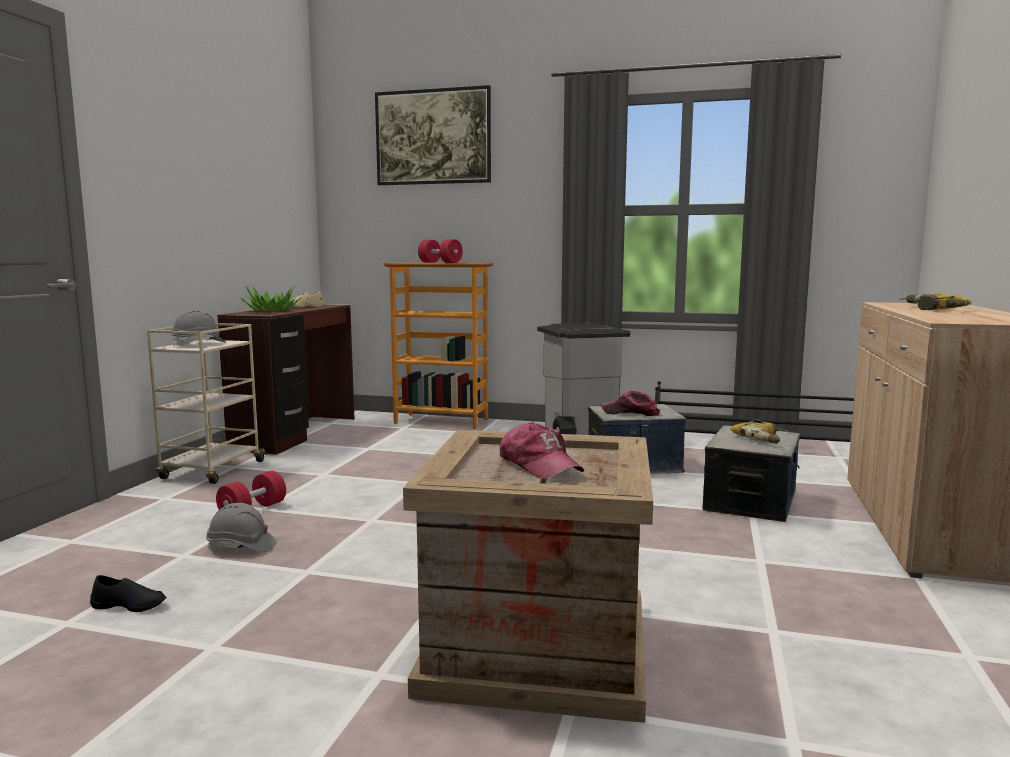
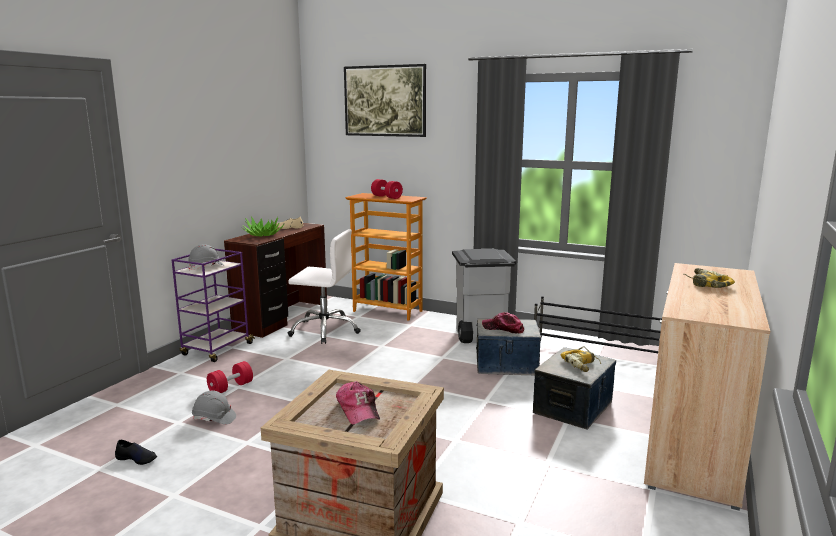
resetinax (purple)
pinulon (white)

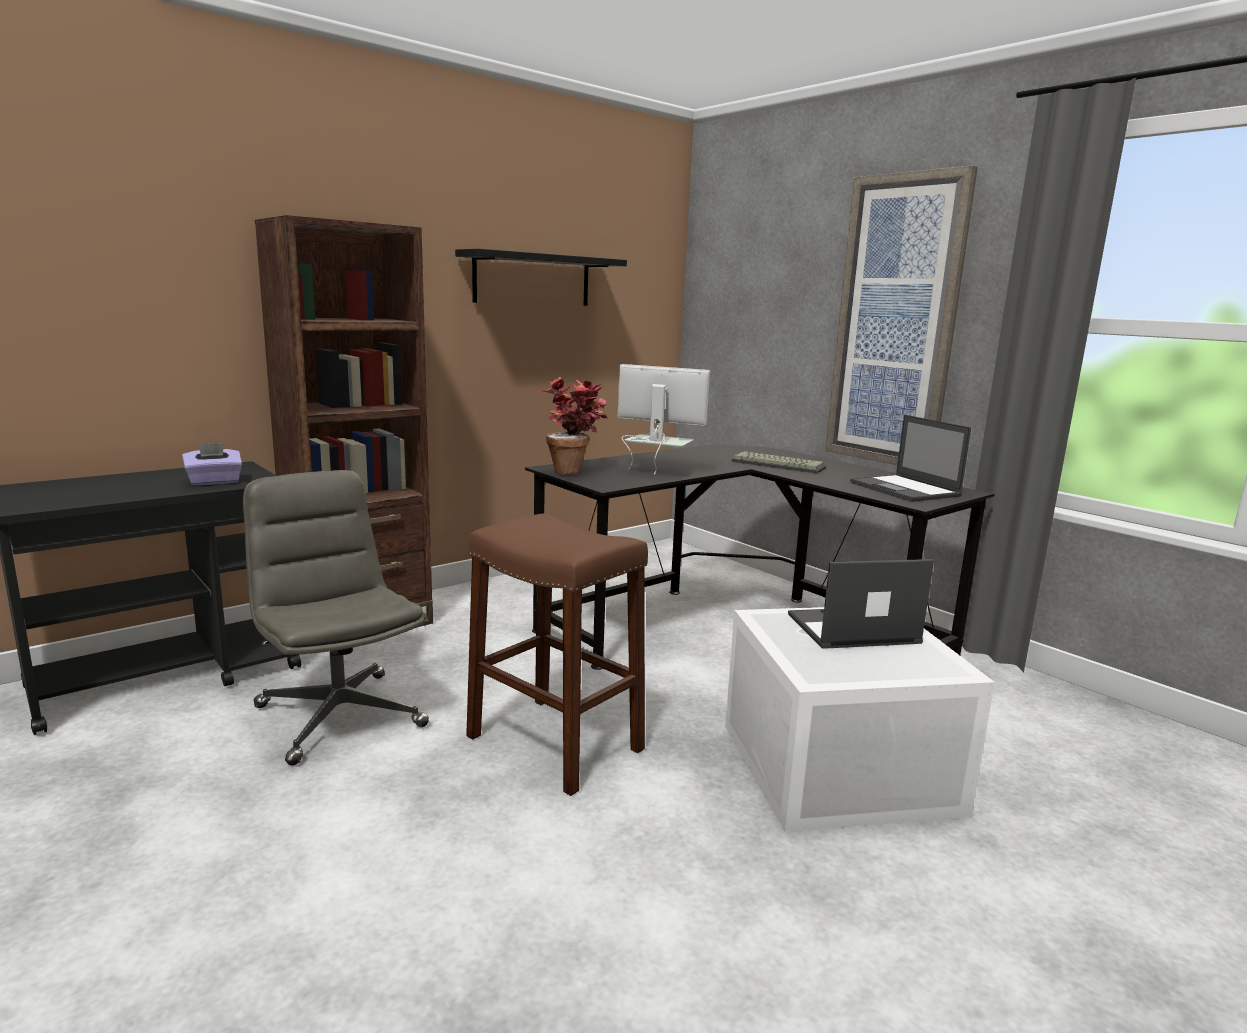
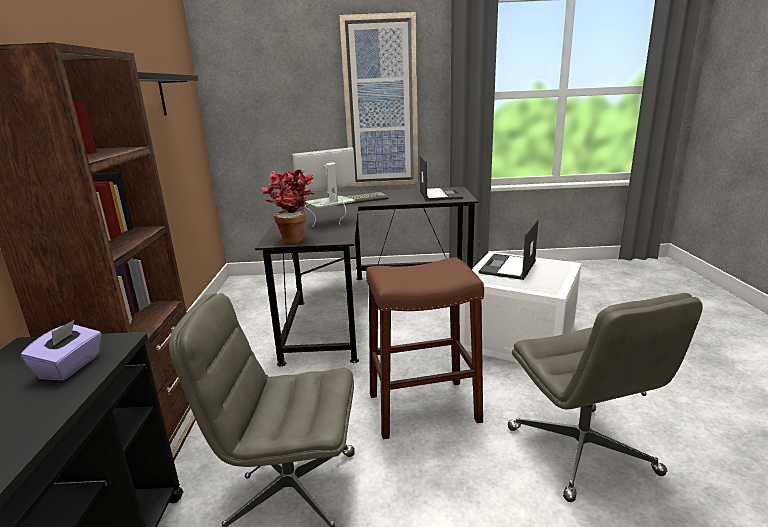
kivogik (1st from left)
pinulon (grey) (2nd from left)

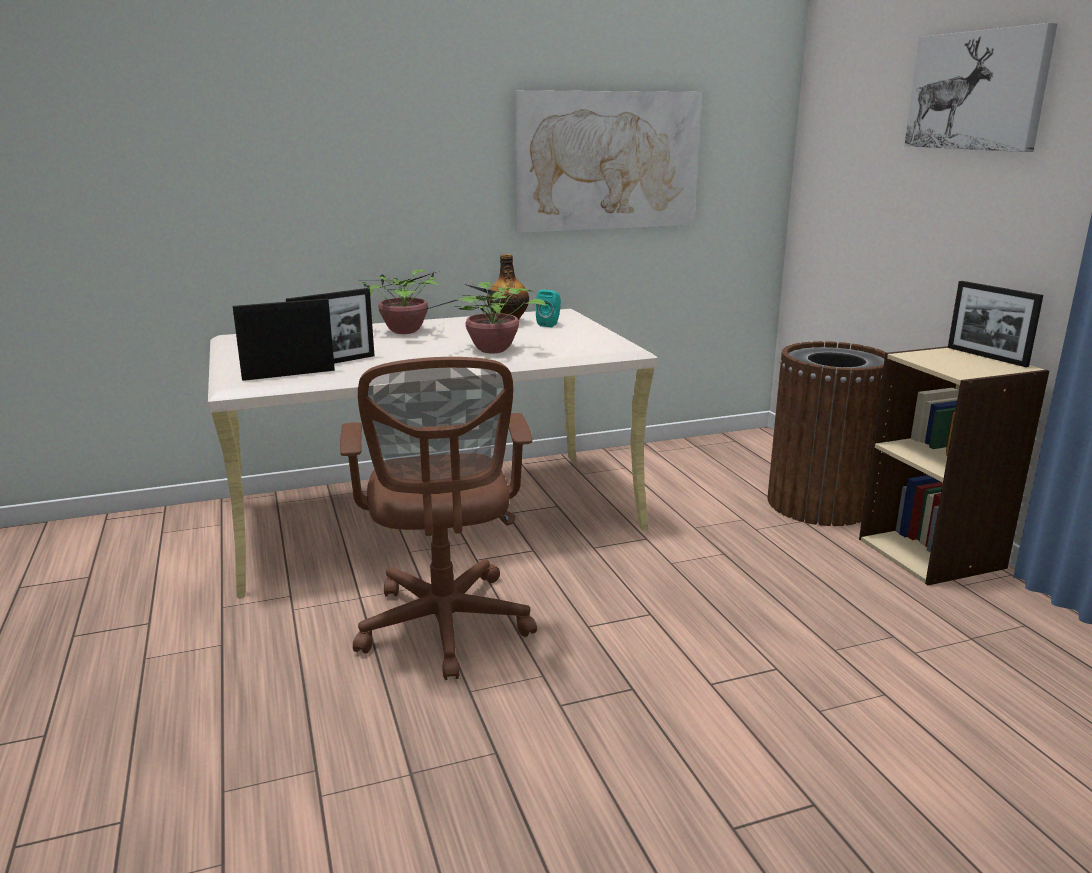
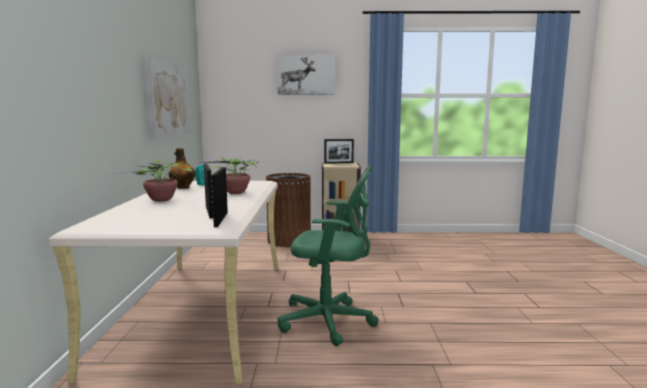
pinulon (green)

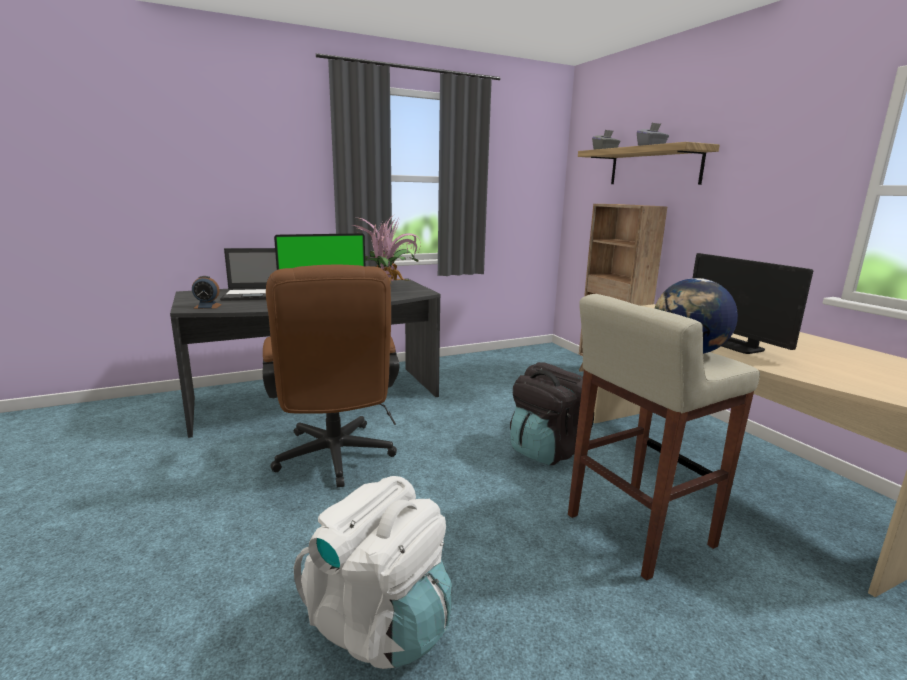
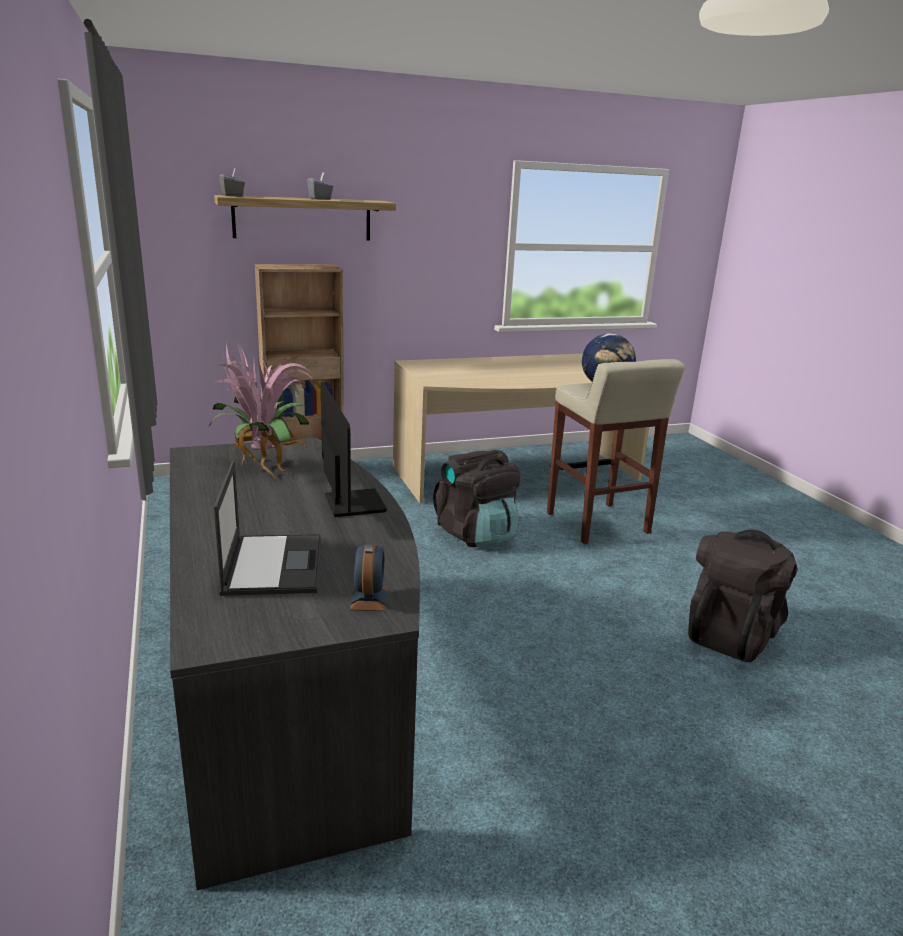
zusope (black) (2nd from left)
pinulon (brown)
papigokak (2nd from left in the first image)

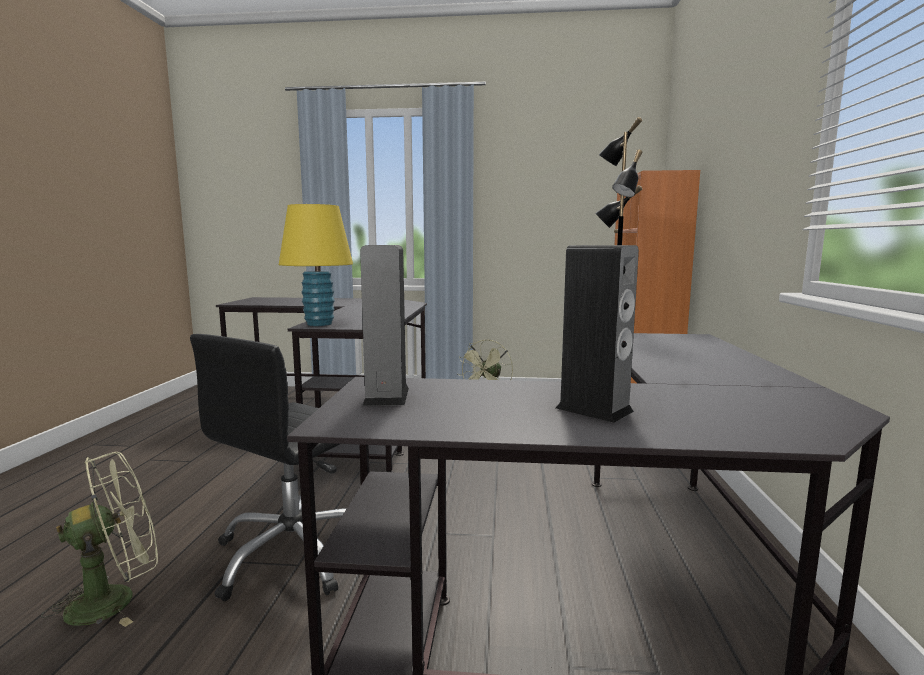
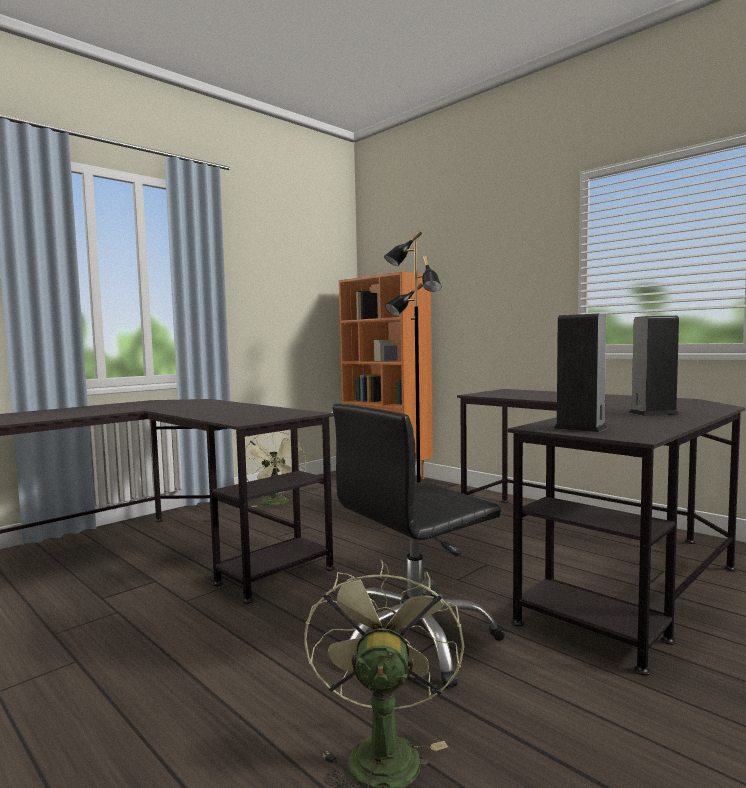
pinulon (black)
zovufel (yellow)

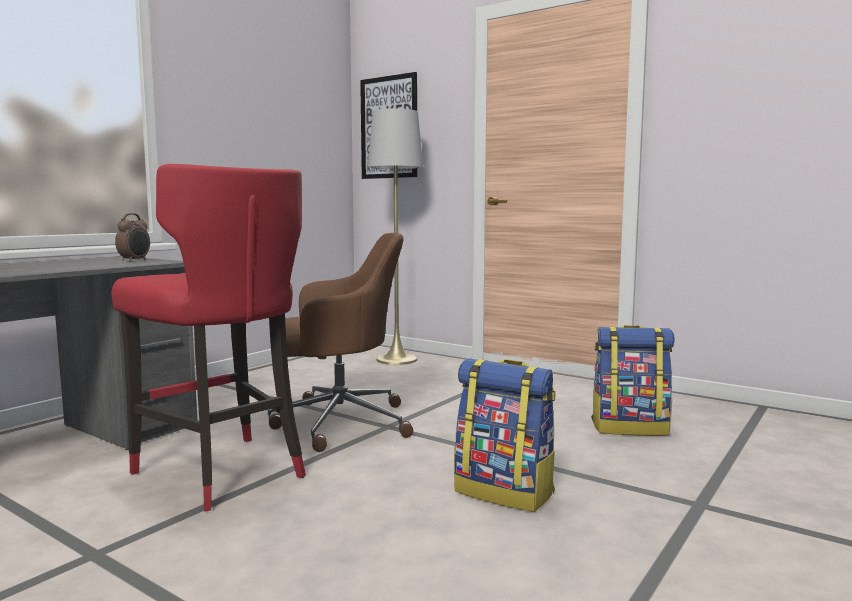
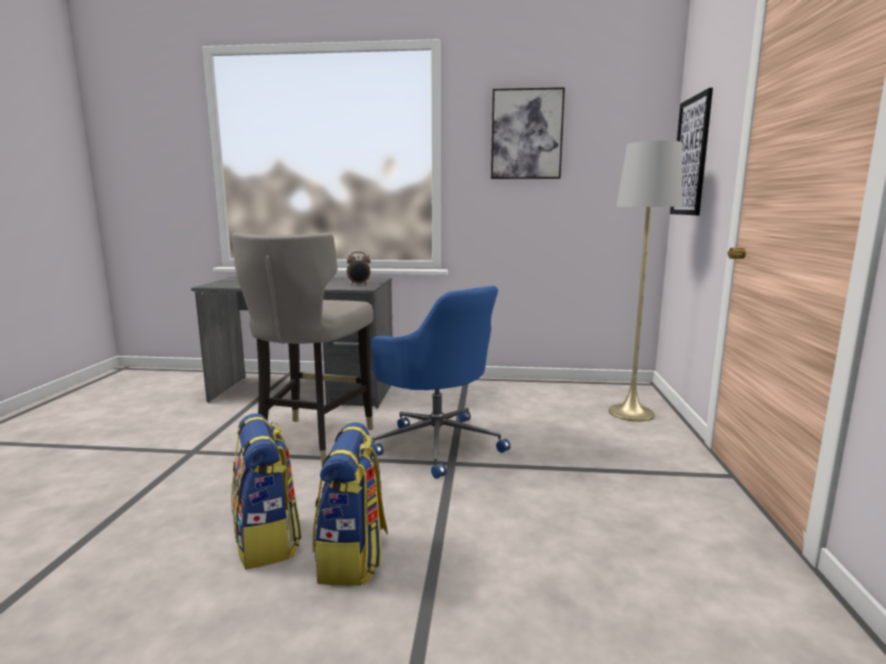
zusope (1st from left)
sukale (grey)
pinulon (blue)
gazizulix (1st from left)

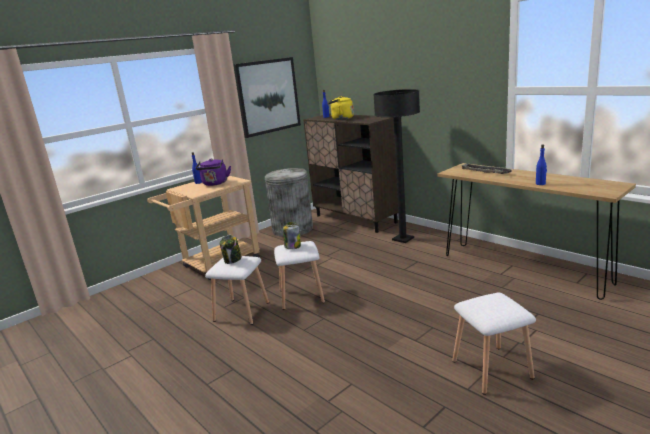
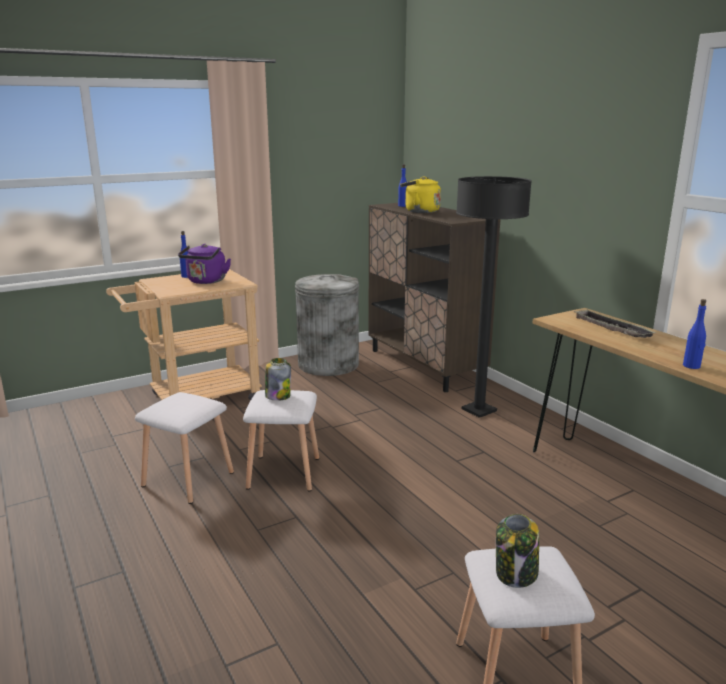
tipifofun (2nd from left)
gazizulix

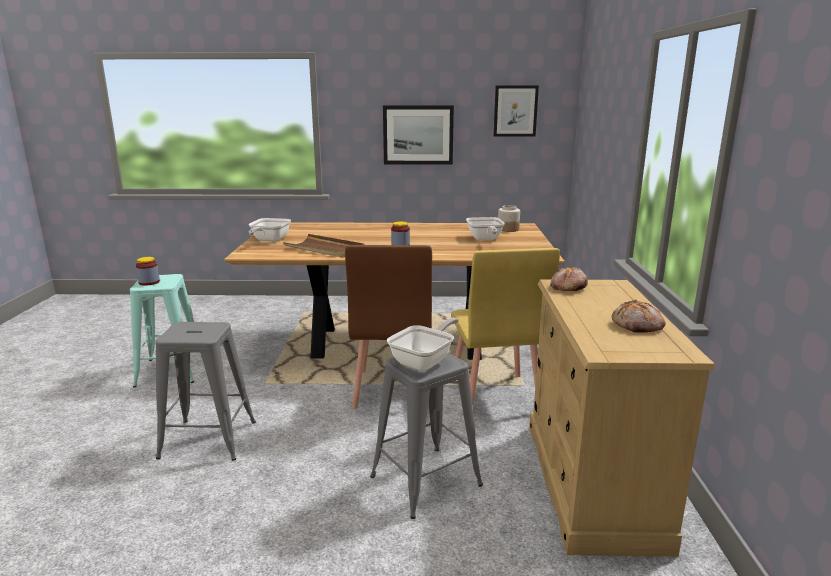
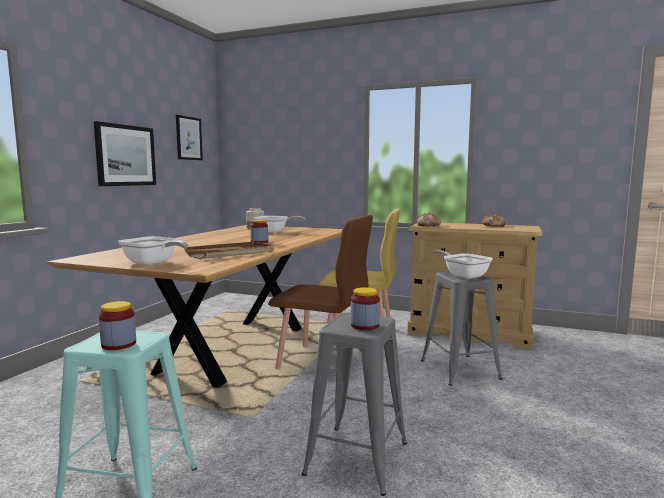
tipifofun (4th from left)

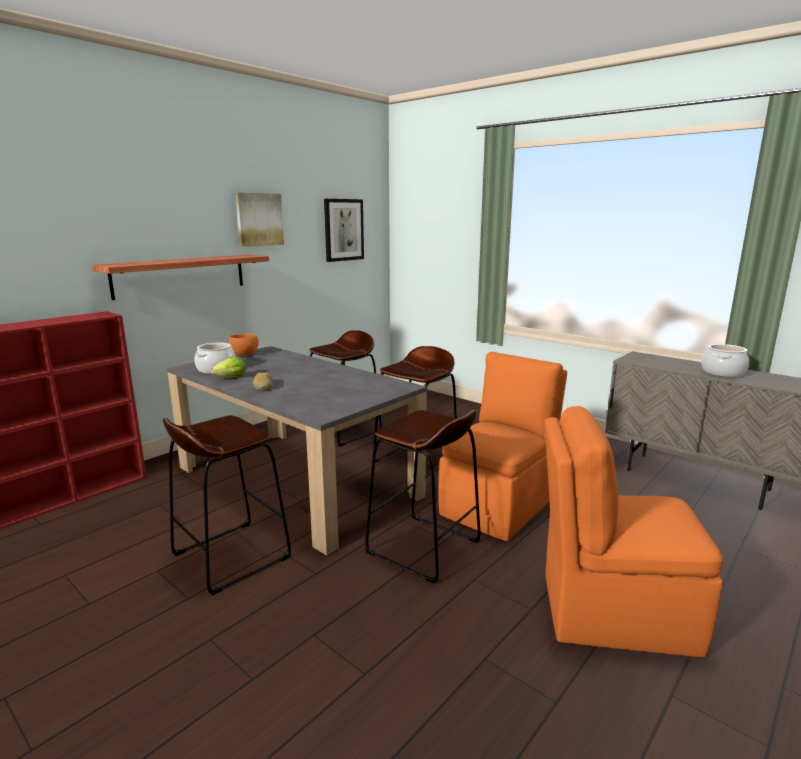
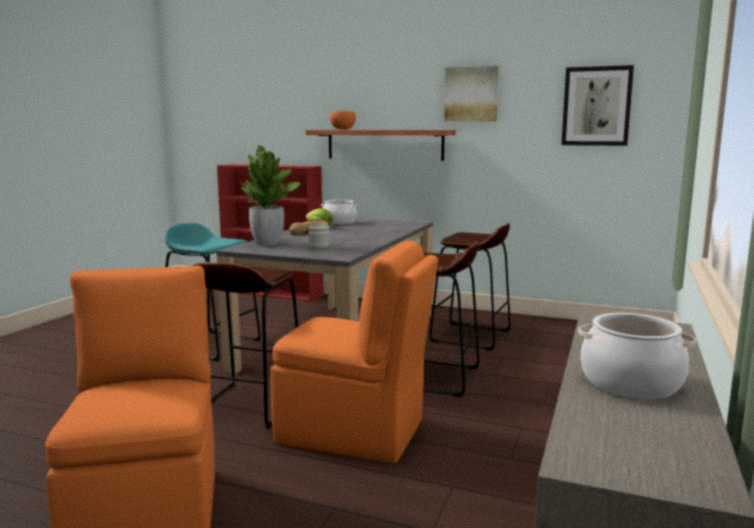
sukale (turquoise)
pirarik
tipifofun
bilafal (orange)

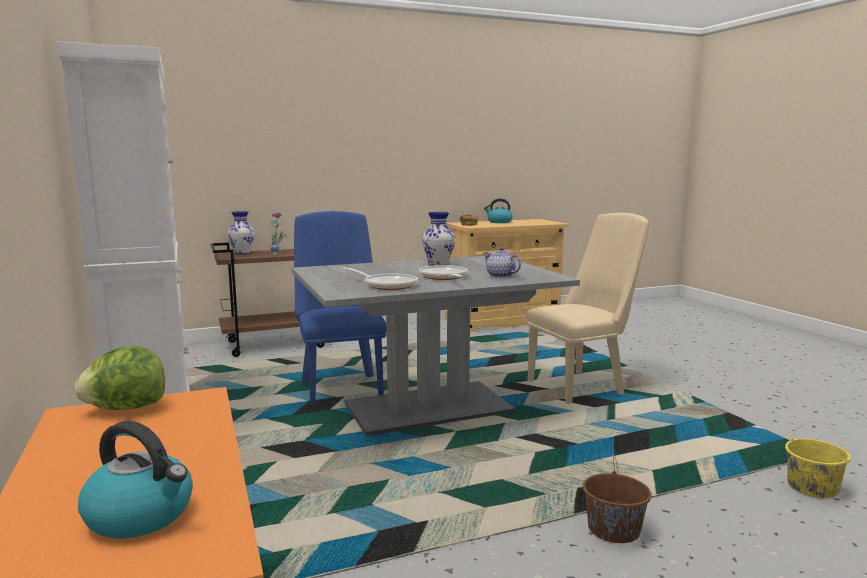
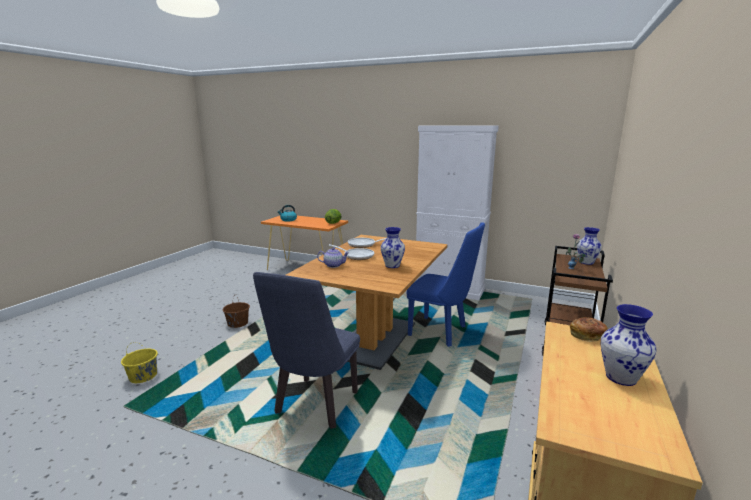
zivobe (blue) (1st from left)
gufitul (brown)
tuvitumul (4th from left)

